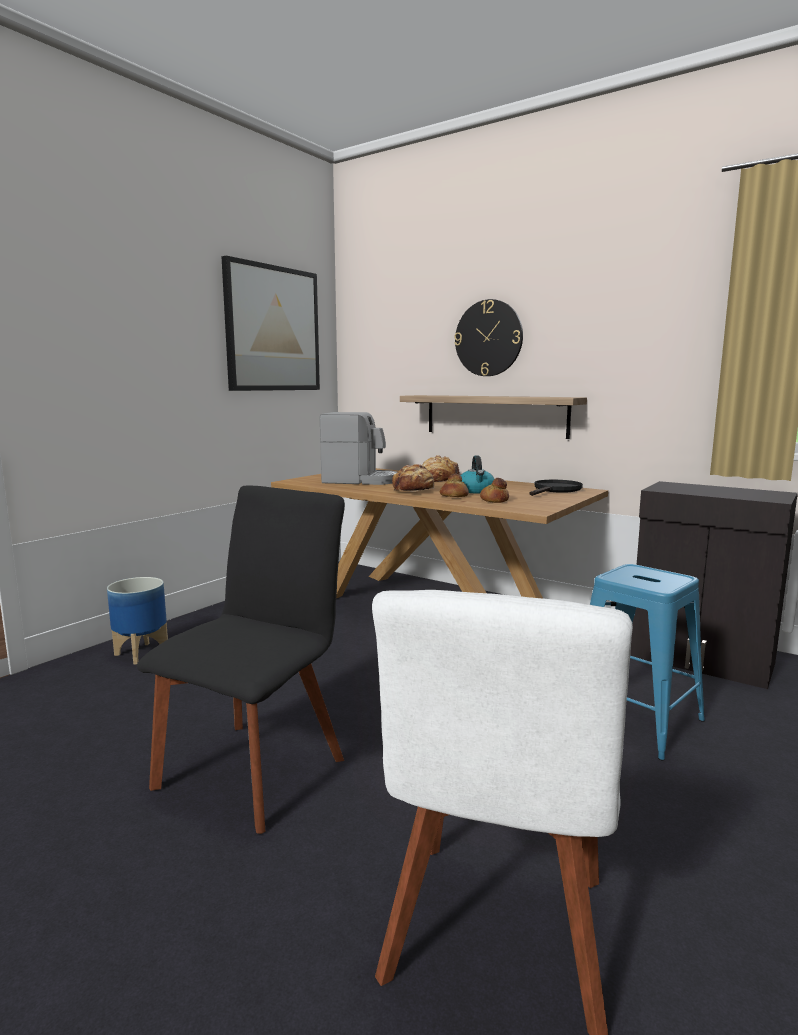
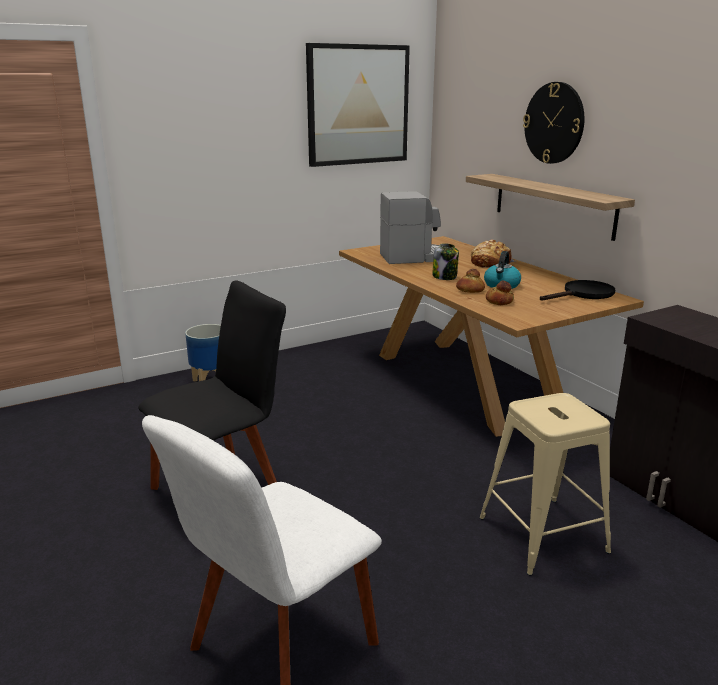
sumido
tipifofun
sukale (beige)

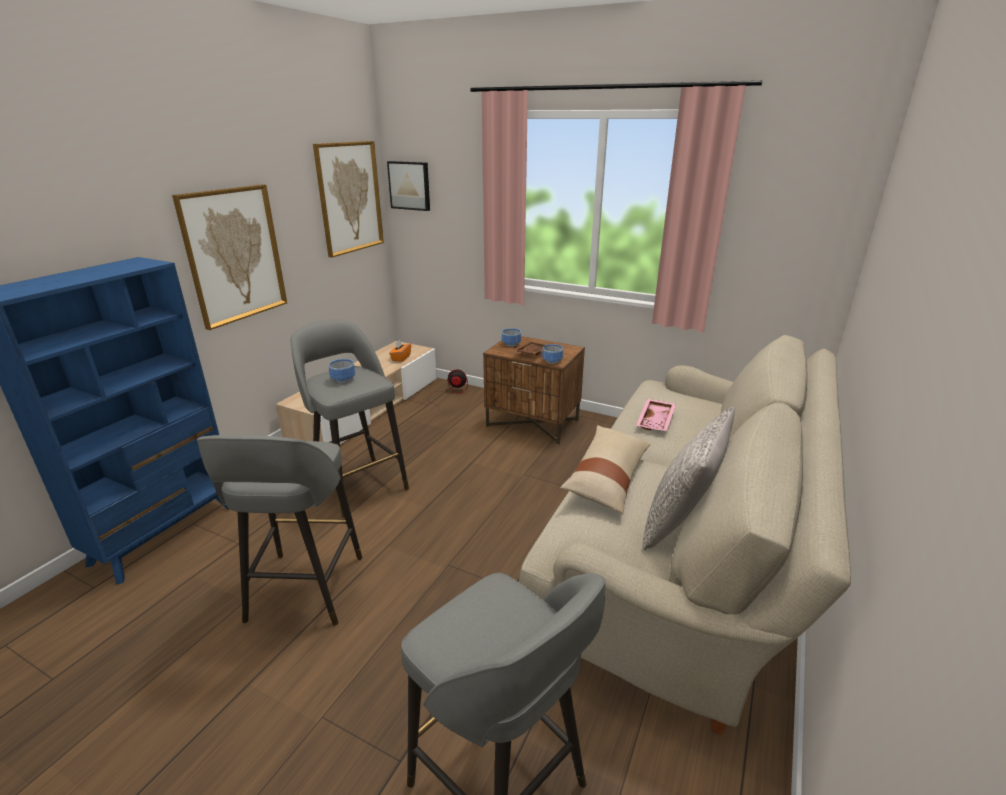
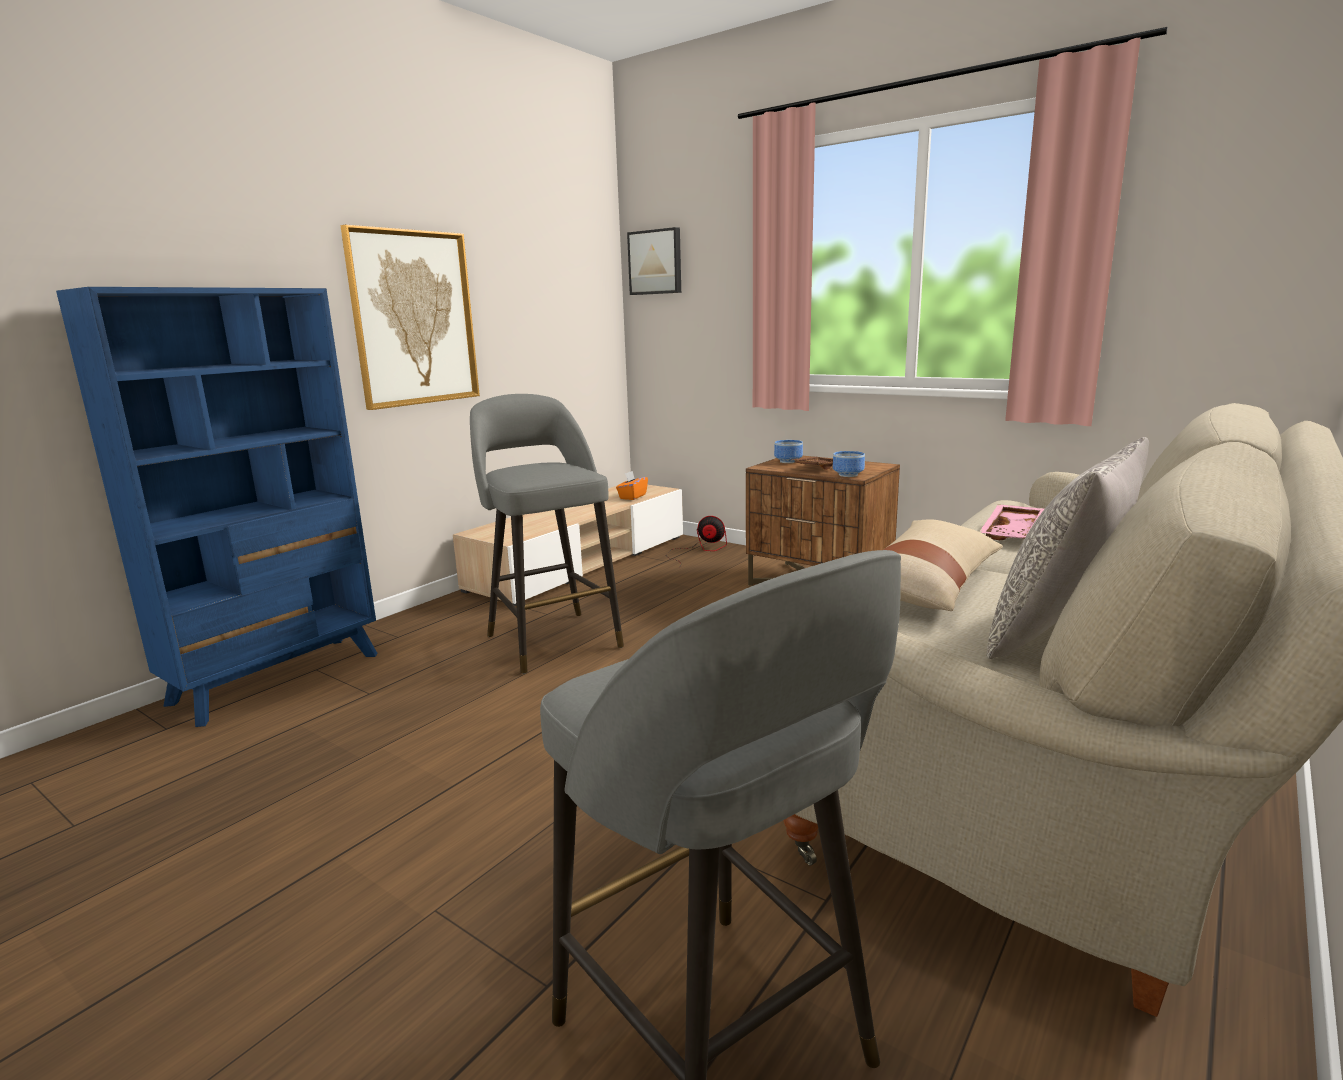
sukale (grey) (1st from left in the first image)
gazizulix (2nd from left in the first image)
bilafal (1st from left in the first image)

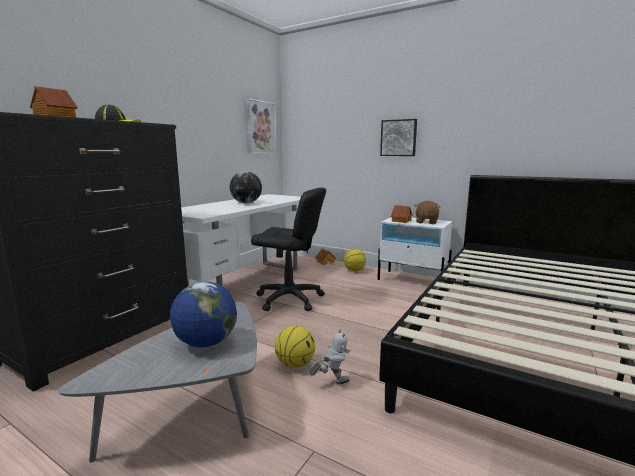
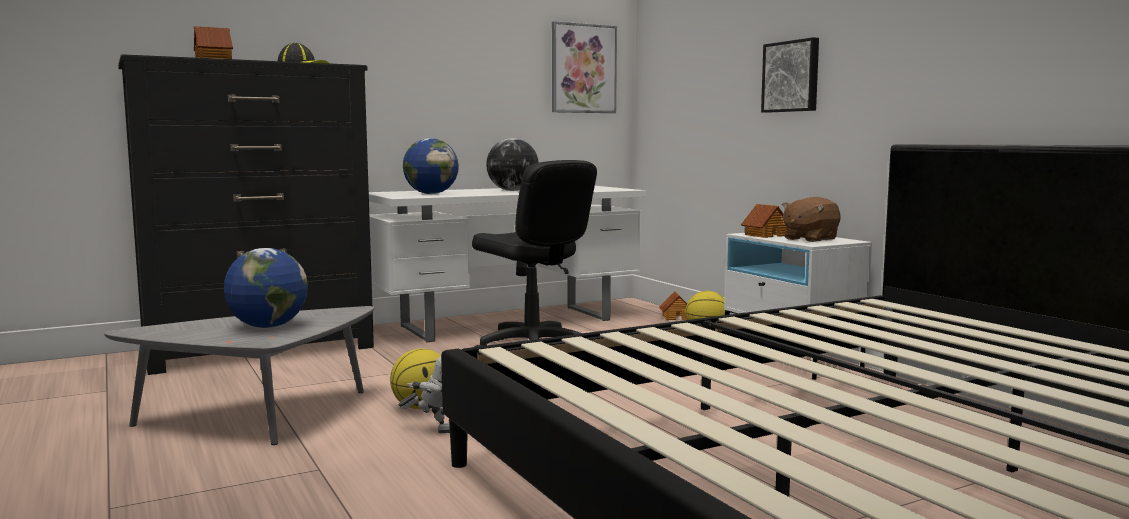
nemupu (2nd from left)

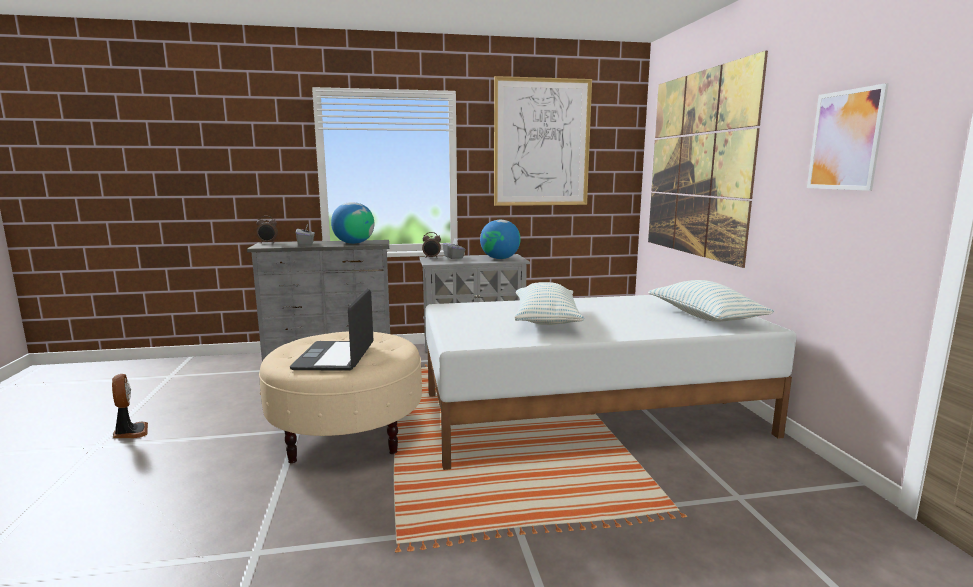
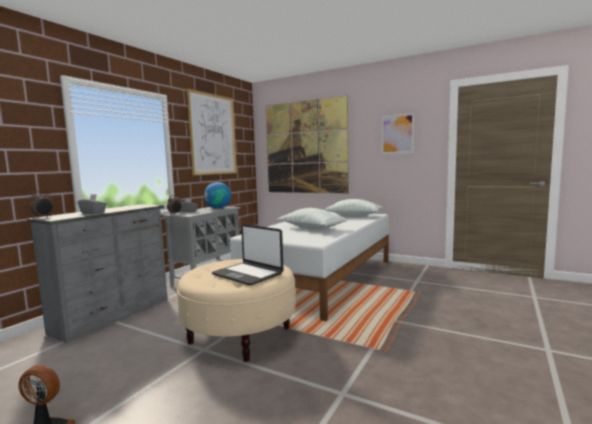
nemupu (1st from left in the first image)

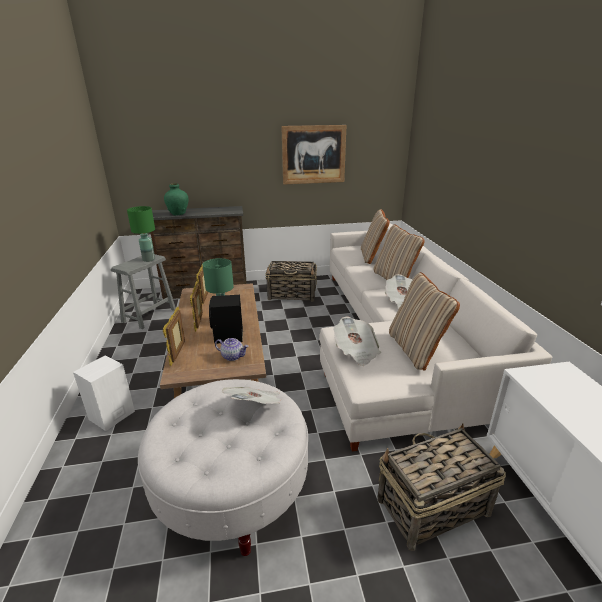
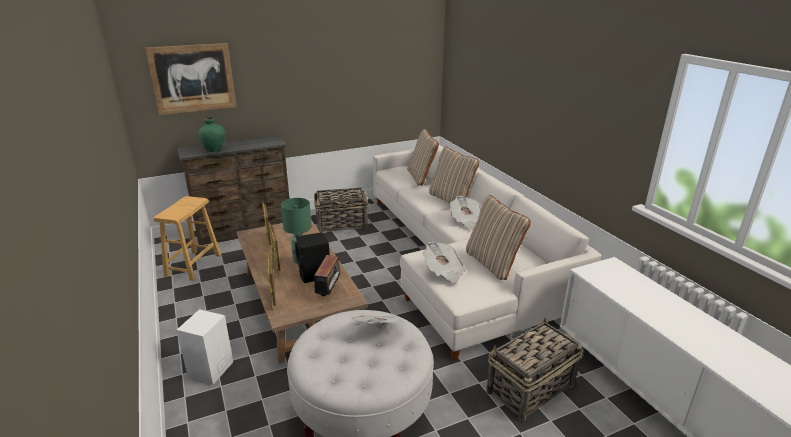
gazizulix
sukale (brown)
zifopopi
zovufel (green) (1st from left in the first image)

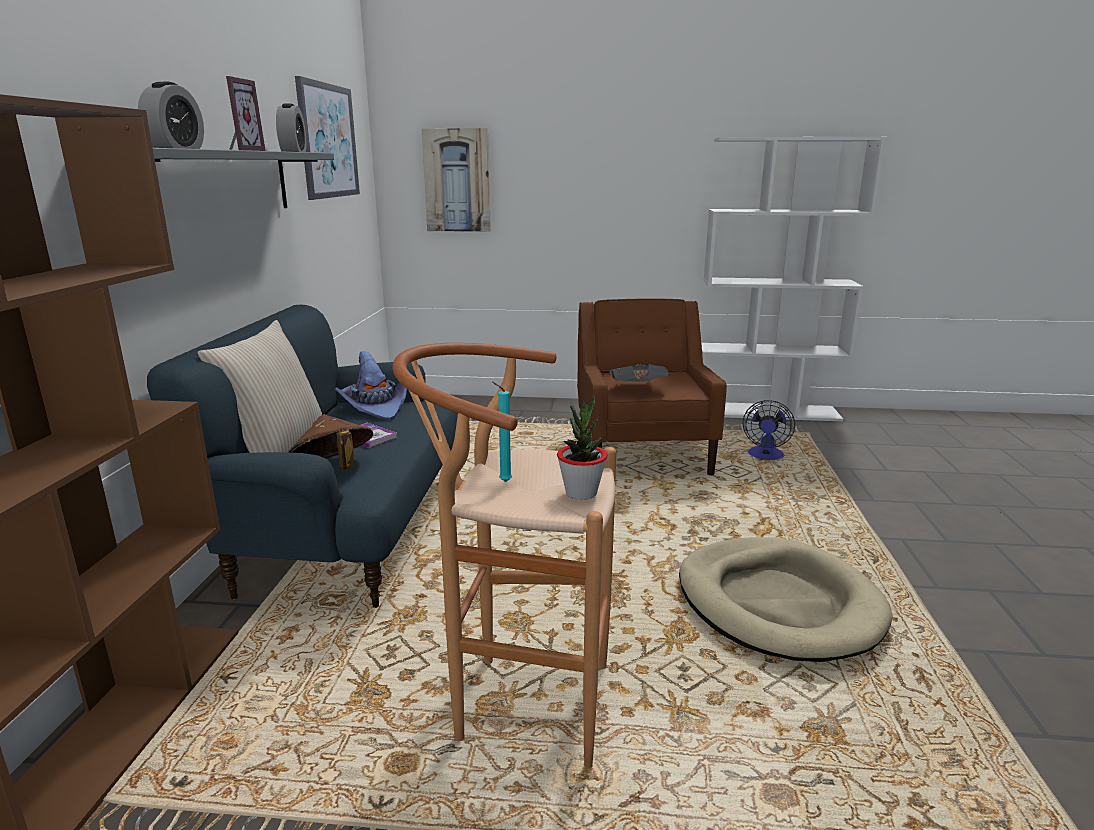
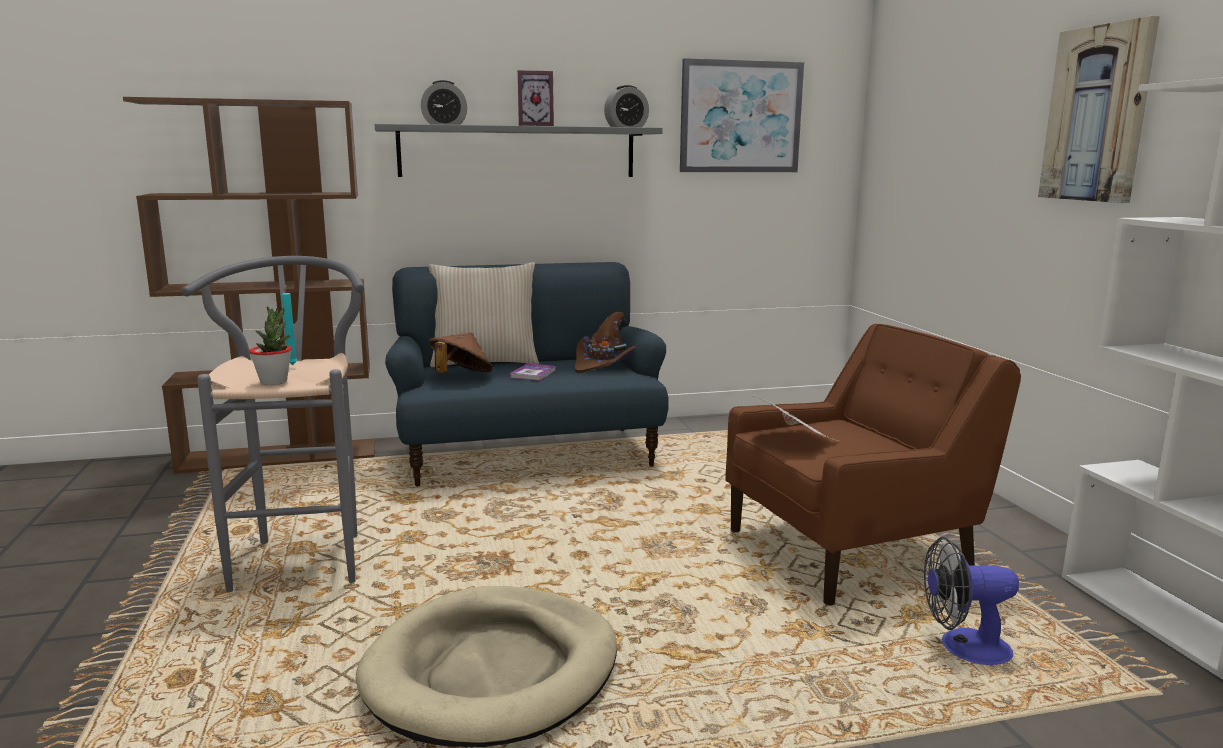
sukale (grey)
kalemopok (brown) (2nd from left)
gazizulix (2nd from left)

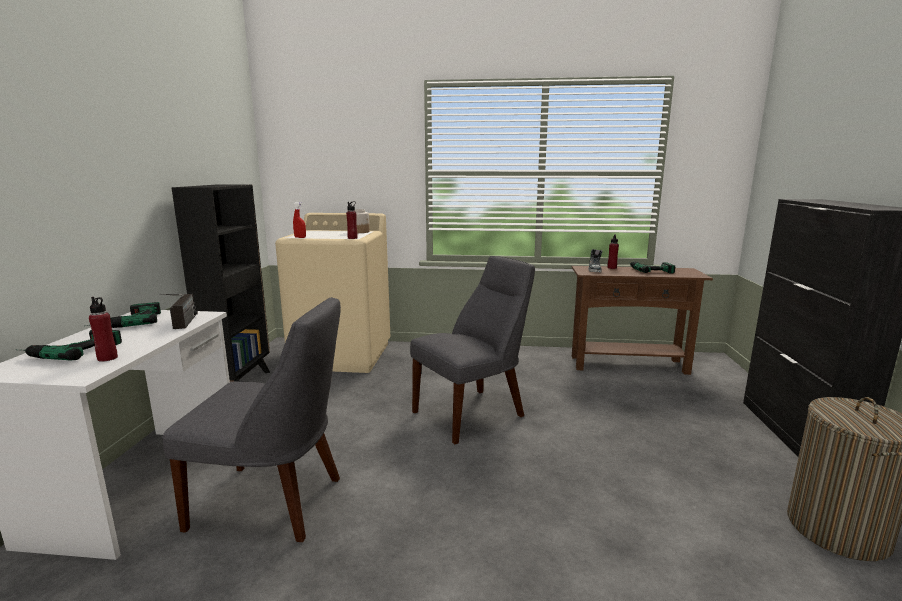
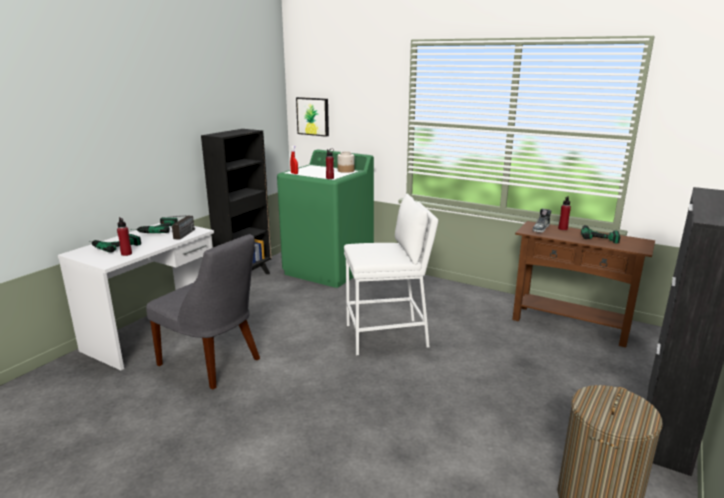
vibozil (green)
gazizulix
sukale (white)

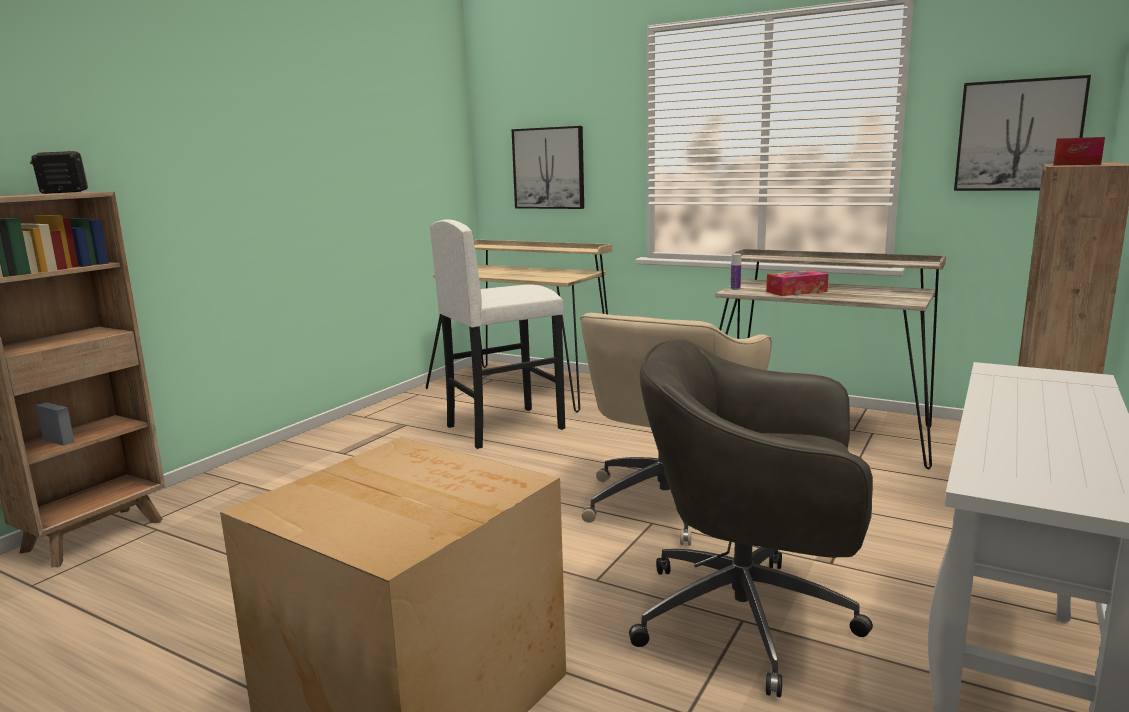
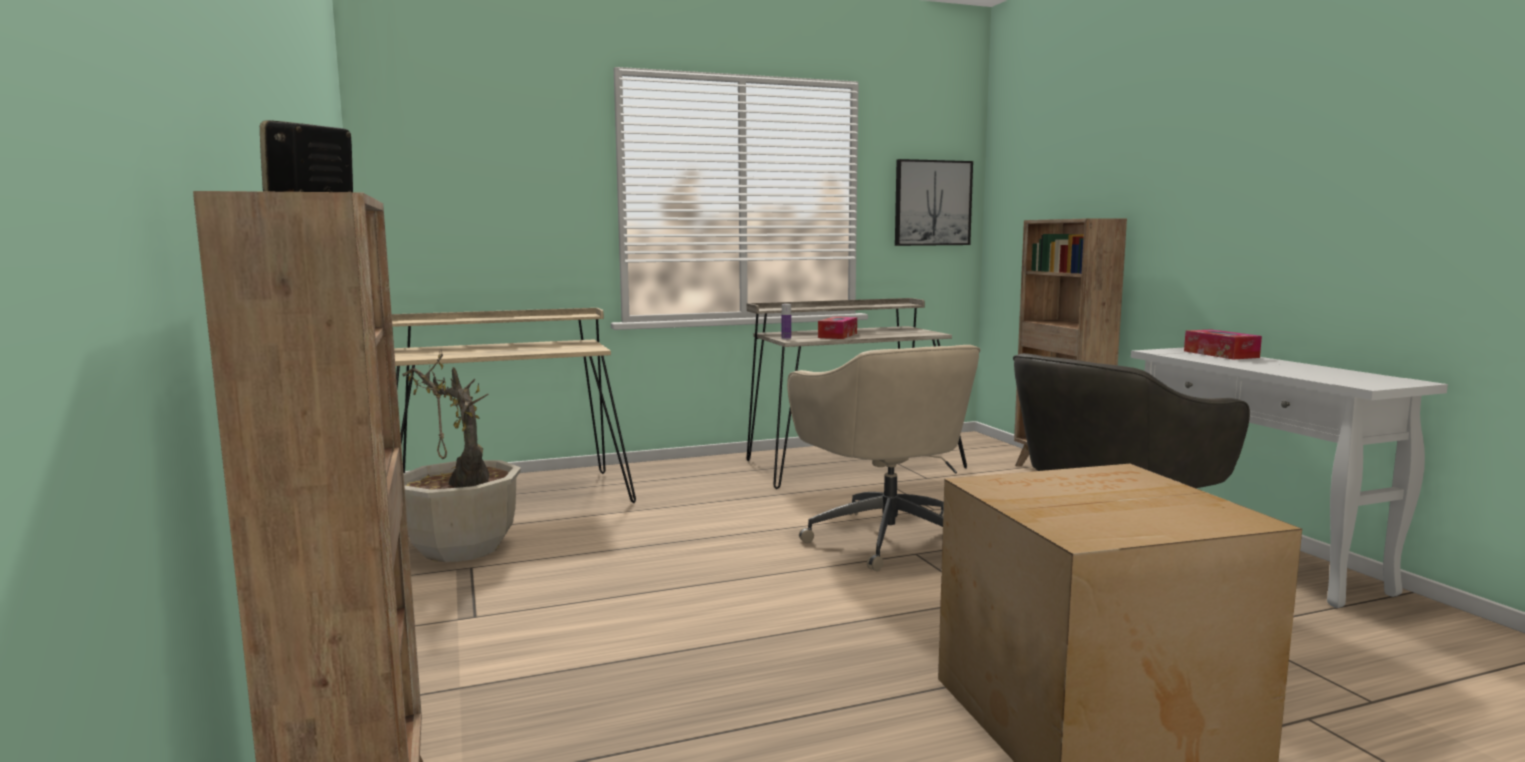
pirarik
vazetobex (2nd from left)
sukale (white)
gazizulix (1st from left in the first image)

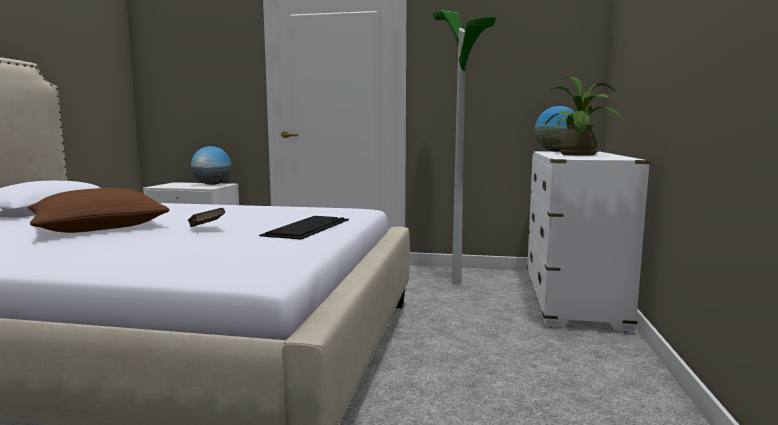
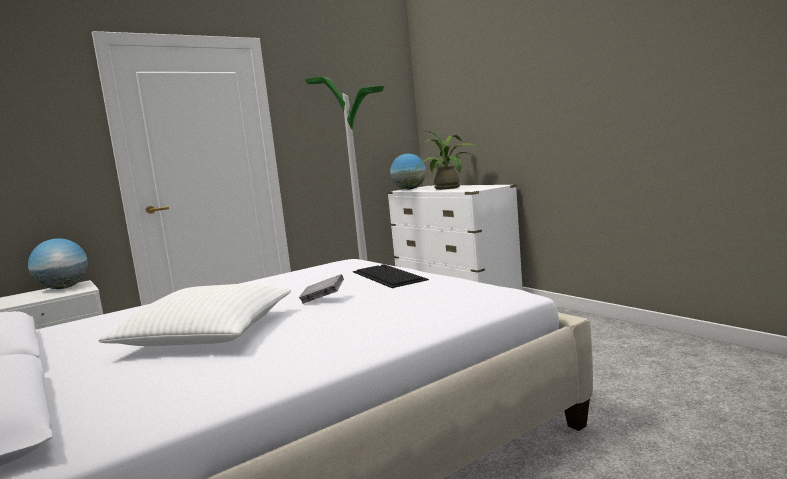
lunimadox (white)
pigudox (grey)

